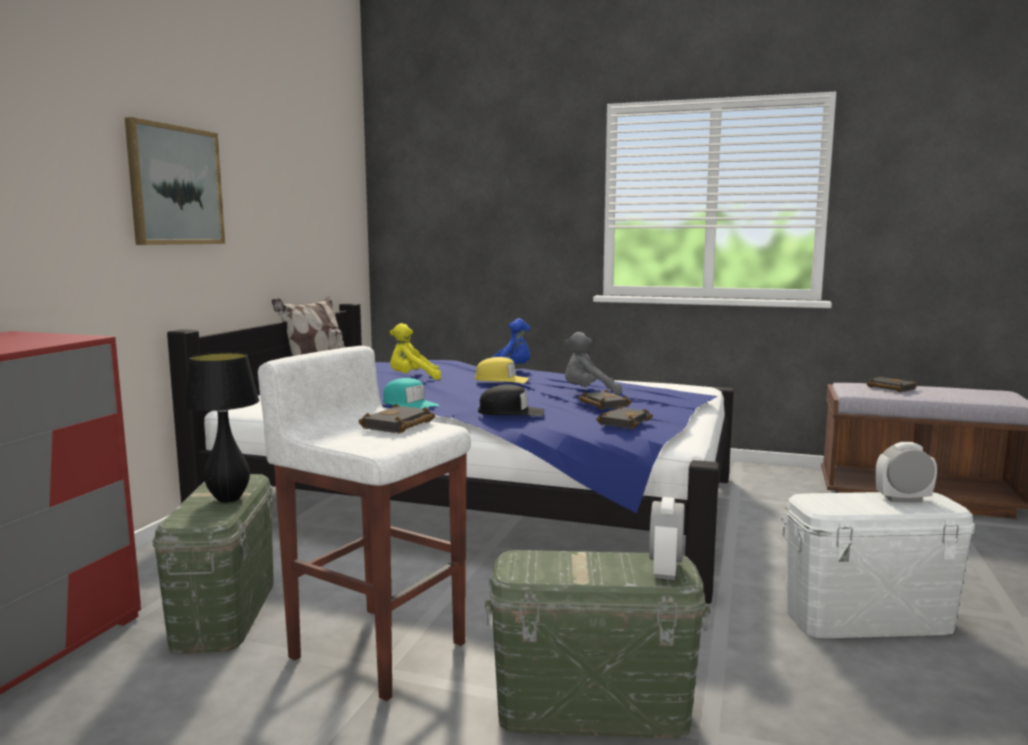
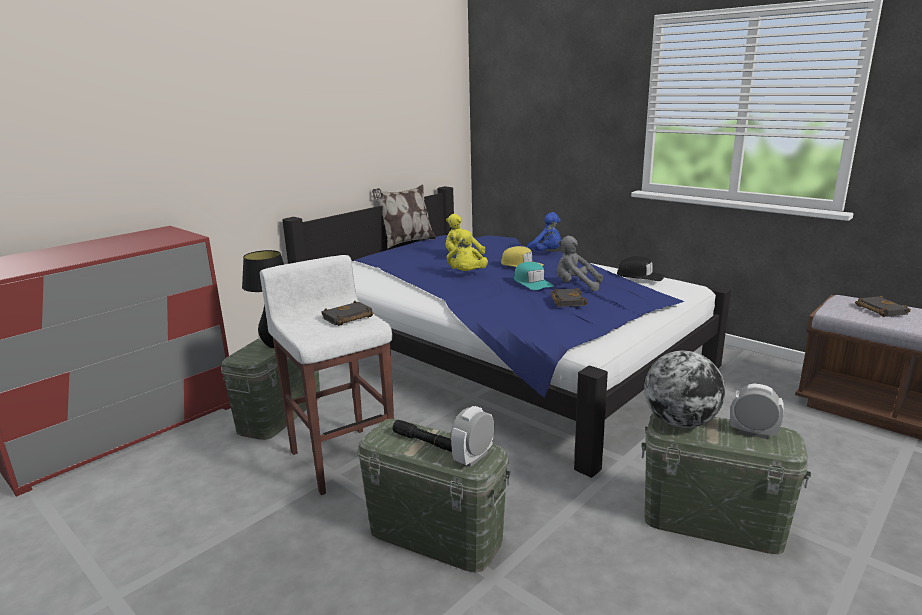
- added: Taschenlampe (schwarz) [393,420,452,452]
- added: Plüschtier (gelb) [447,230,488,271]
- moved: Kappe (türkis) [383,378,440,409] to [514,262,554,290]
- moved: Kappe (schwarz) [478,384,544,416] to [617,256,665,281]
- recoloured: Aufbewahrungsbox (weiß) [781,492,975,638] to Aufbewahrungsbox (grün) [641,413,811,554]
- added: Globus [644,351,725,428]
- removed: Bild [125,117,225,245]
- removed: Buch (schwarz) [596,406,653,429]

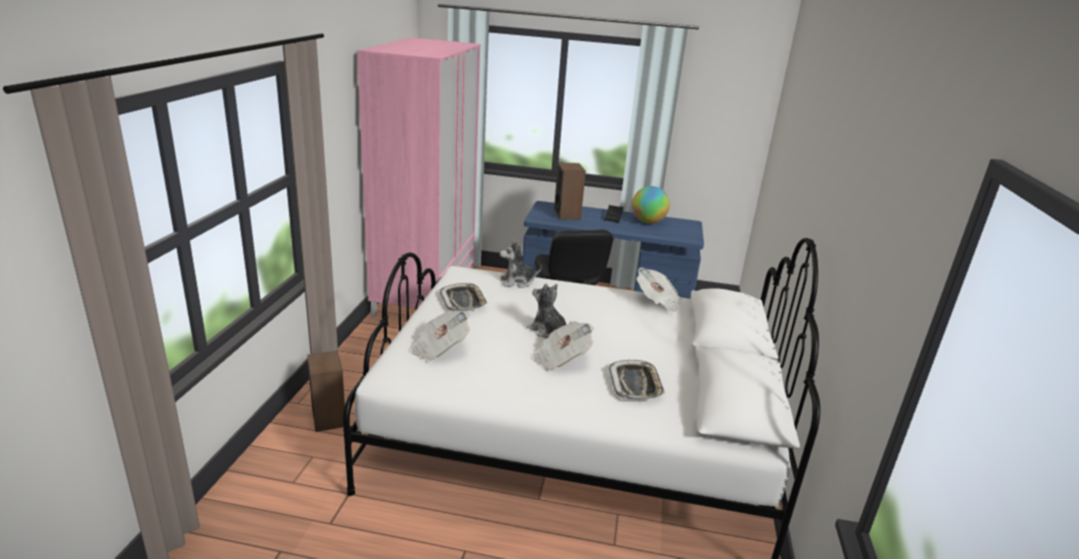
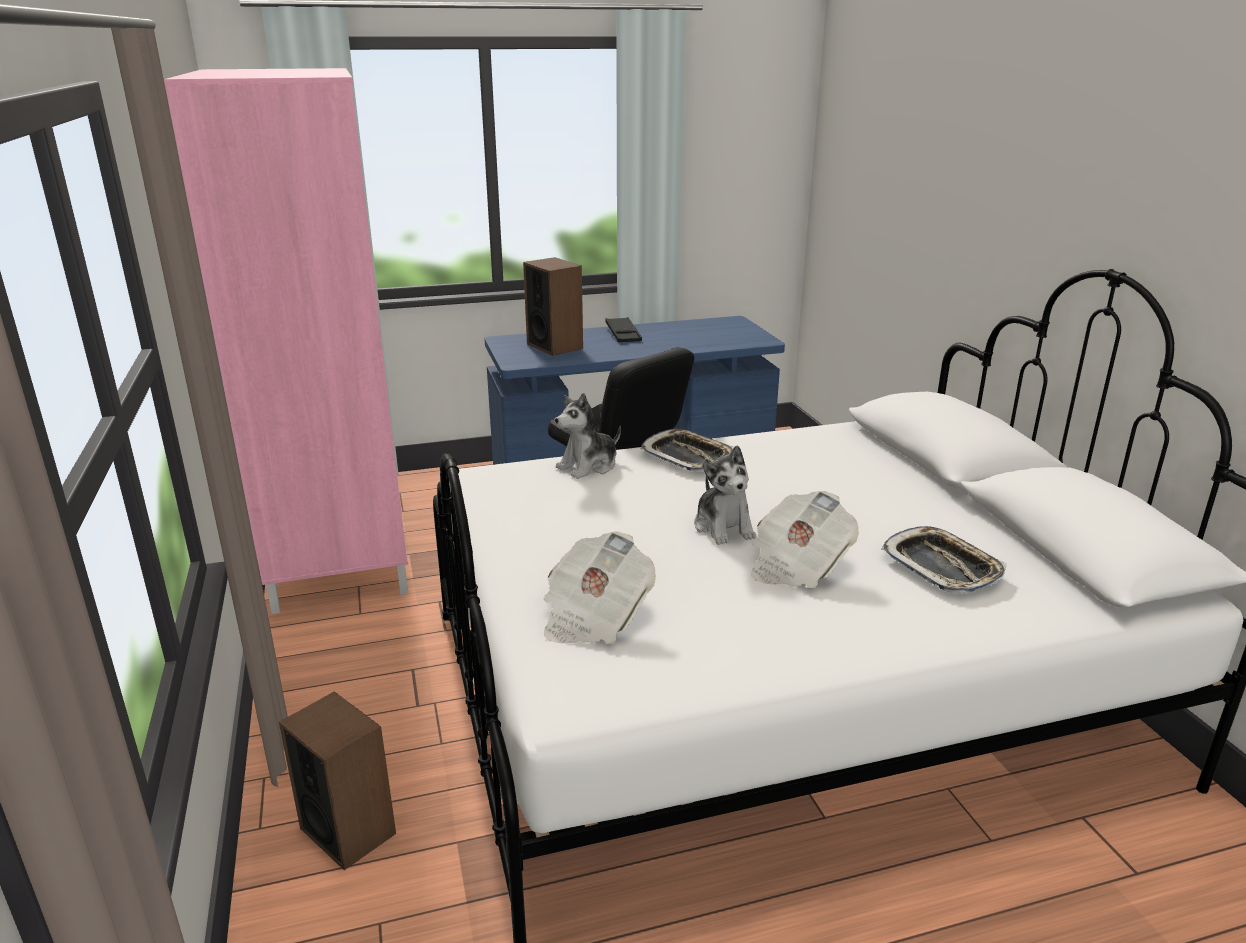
- moved: Tablett [440,283,488,312] to [640,429,734,472]
- turned: Plüschtier [527,283,571,338] = [694,445,756,545] 120 degrees counterclockwise
- removed: Globus [632,186,670,224]
- removed: Zeitung [636,267,681,312]

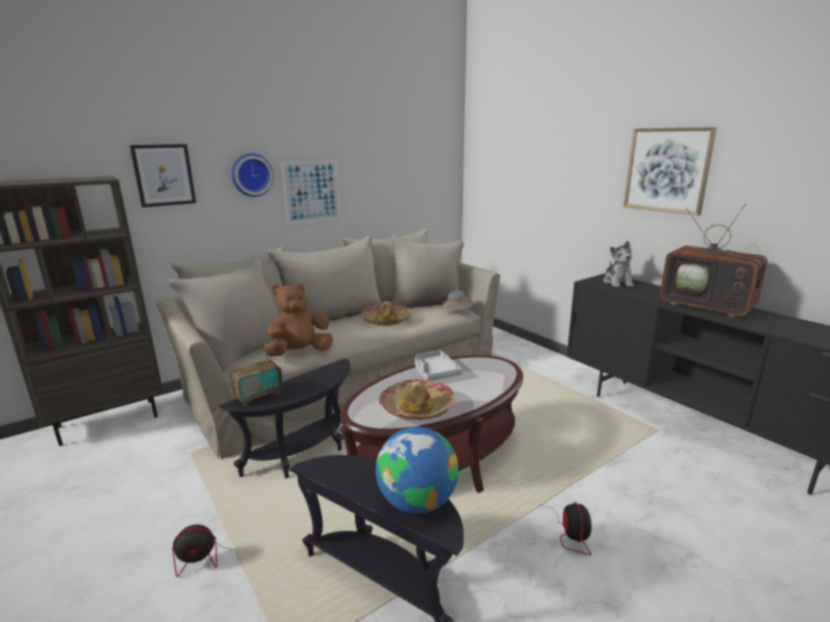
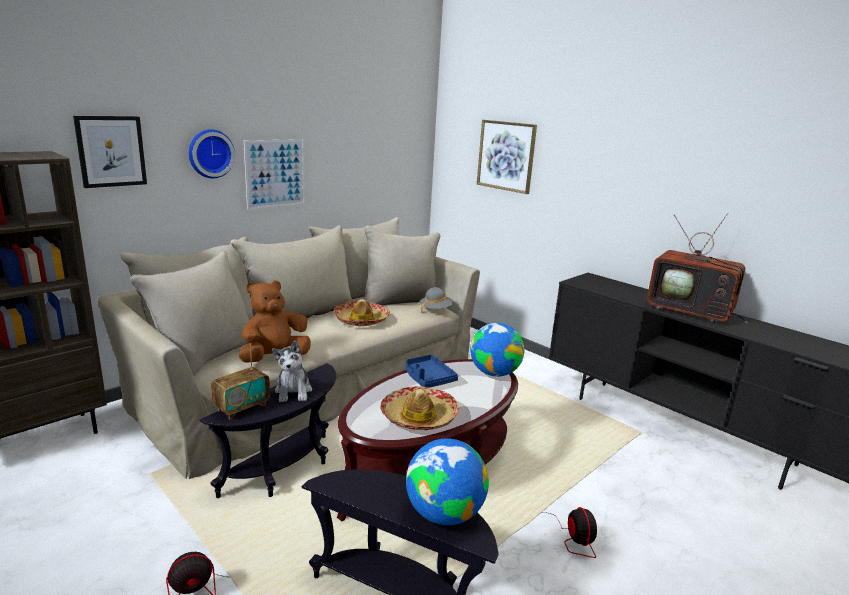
- moved: Plüschtier [603,241,634,287] to [272,341,312,402]
- recoloured: Tablett (grau) [415,350,462,381] to Tablett (blau) [406,354,458,387]
- added: Globus [470,323,524,377]
- moved: Bild [624,127,717,216] to [477,120,537,194]

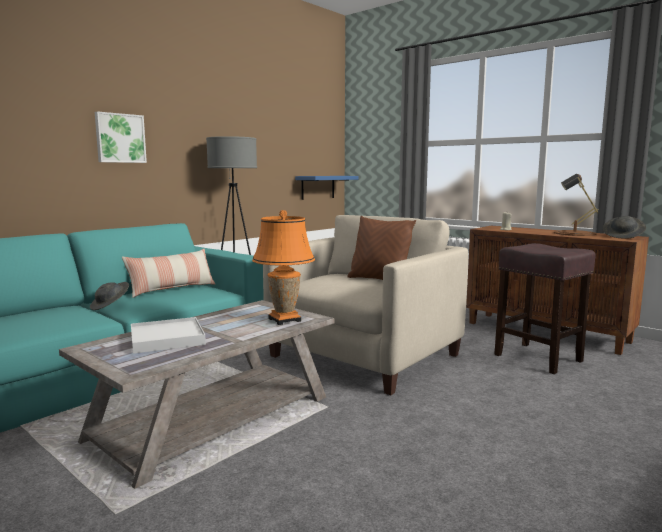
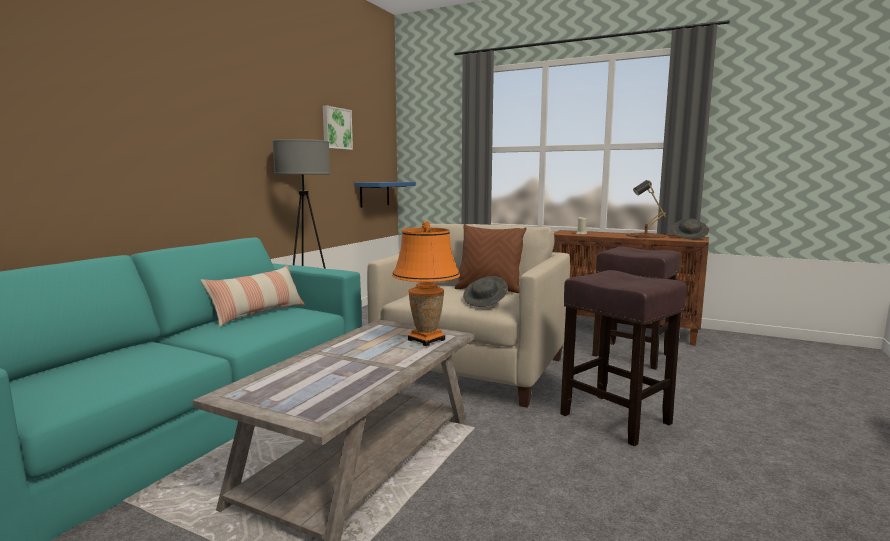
- moved: Bild [95,111,147,163] to [323,105,353,150]
- moved: Hut (grau) [90,282,129,310] to [463,276,508,307]
- added: Hocker (braun) [560,270,687,446]
- removed: Tablett (weiß) [131,317,206,354]

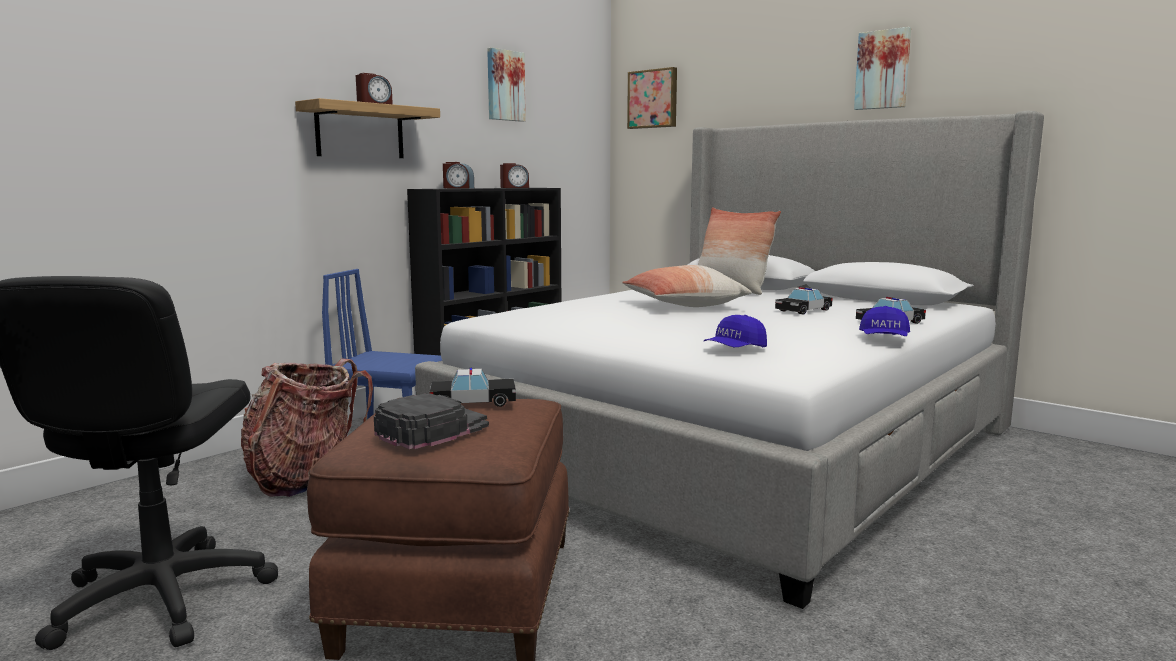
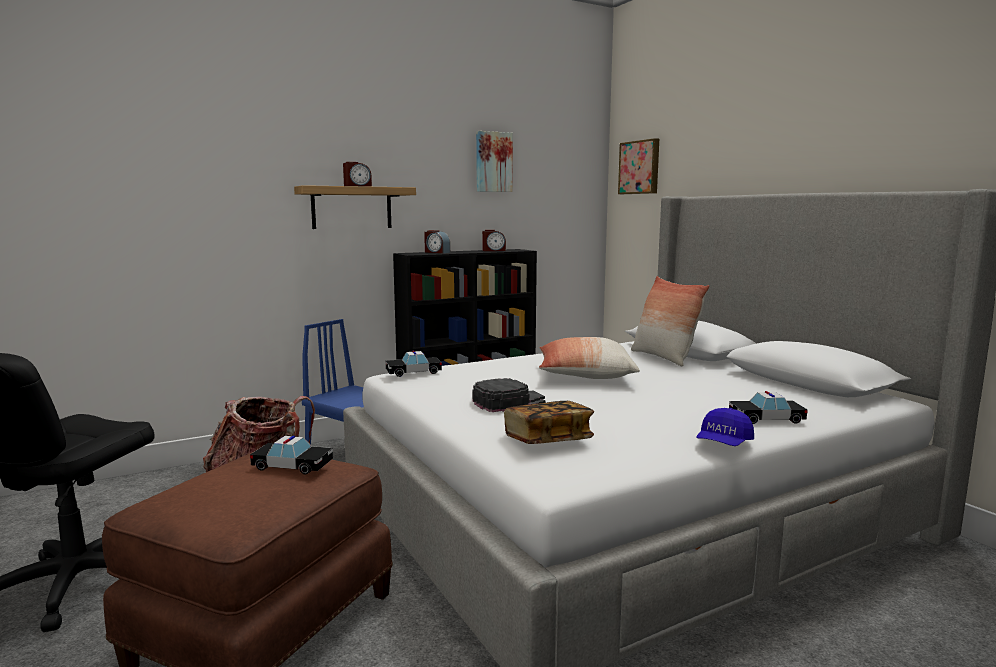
- moved: Spielzeugauto [775,287,833,314] to [386,350,442,377]
- moved: Kappe (schwarz) [374,393,489,449] to [472,378,545,412]
- replaced: Kappe (blau) [704,315,767,347] to Buch [504,401,594,444]
- removed: Bild [854,27,911,110]

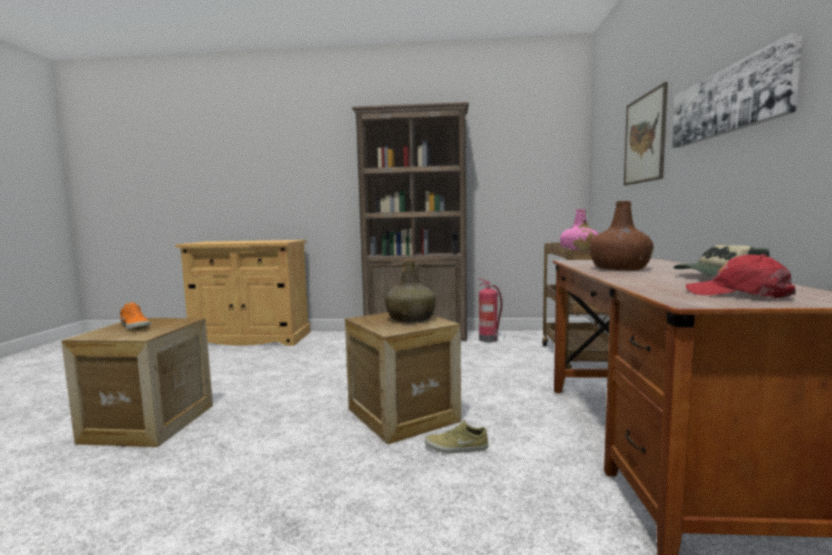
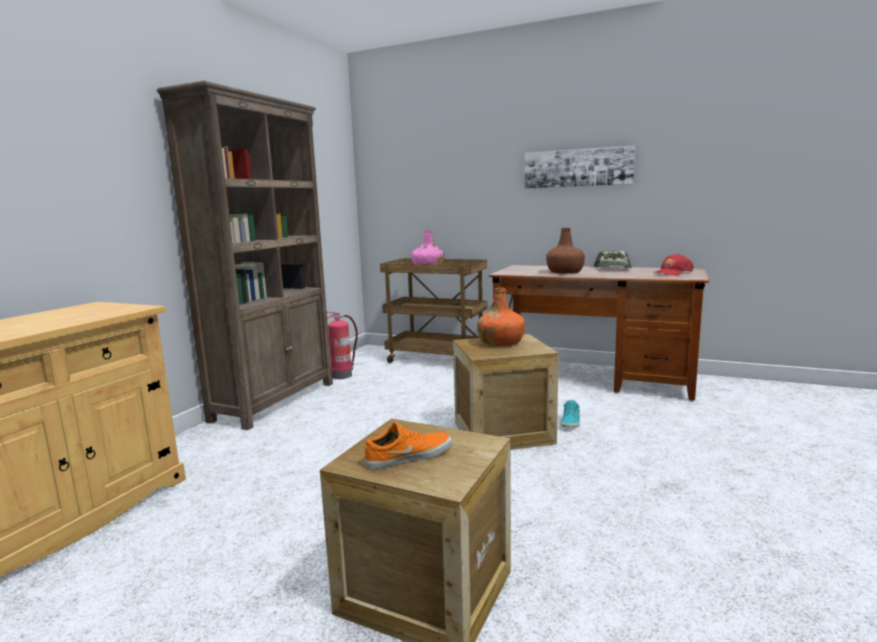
- recoloured: Flasche (grün) [385,260,436,322] to Flasche (orange) [477,288,525,346]
- recoloured: Schuh (beige) [425,420,488,453] to Schuh (türkis) [560,400,580,428]
- removed: Bild [624,82,668,186]

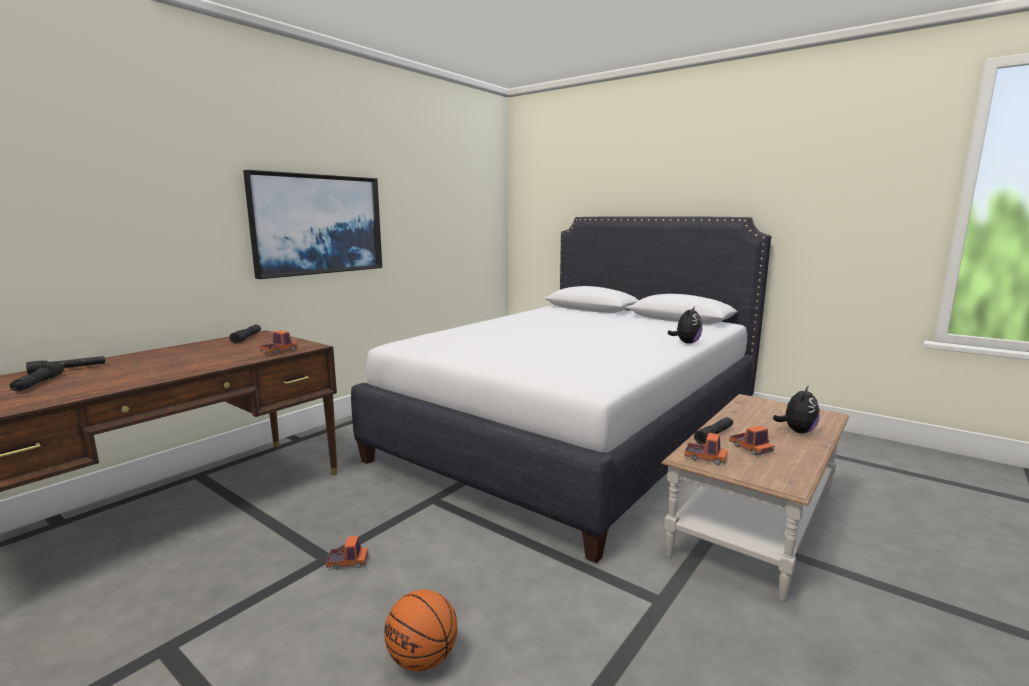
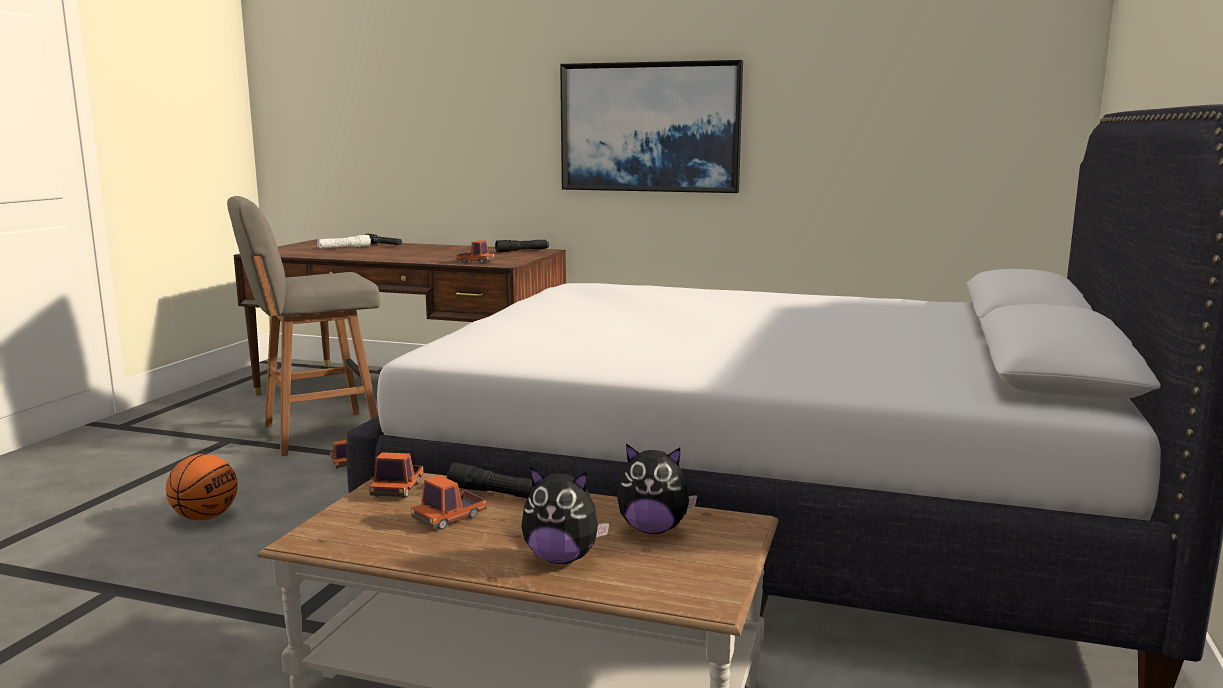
- added: Hocker (grau) [227,196,380,456]
- recoloured: Taschenlampe (schwarz) [10,361,64,392] to Taschenlampe (weiß) [317,235,371,249]
- moved: Plüschtier [668,306,702,344] to [617,443,697,534]

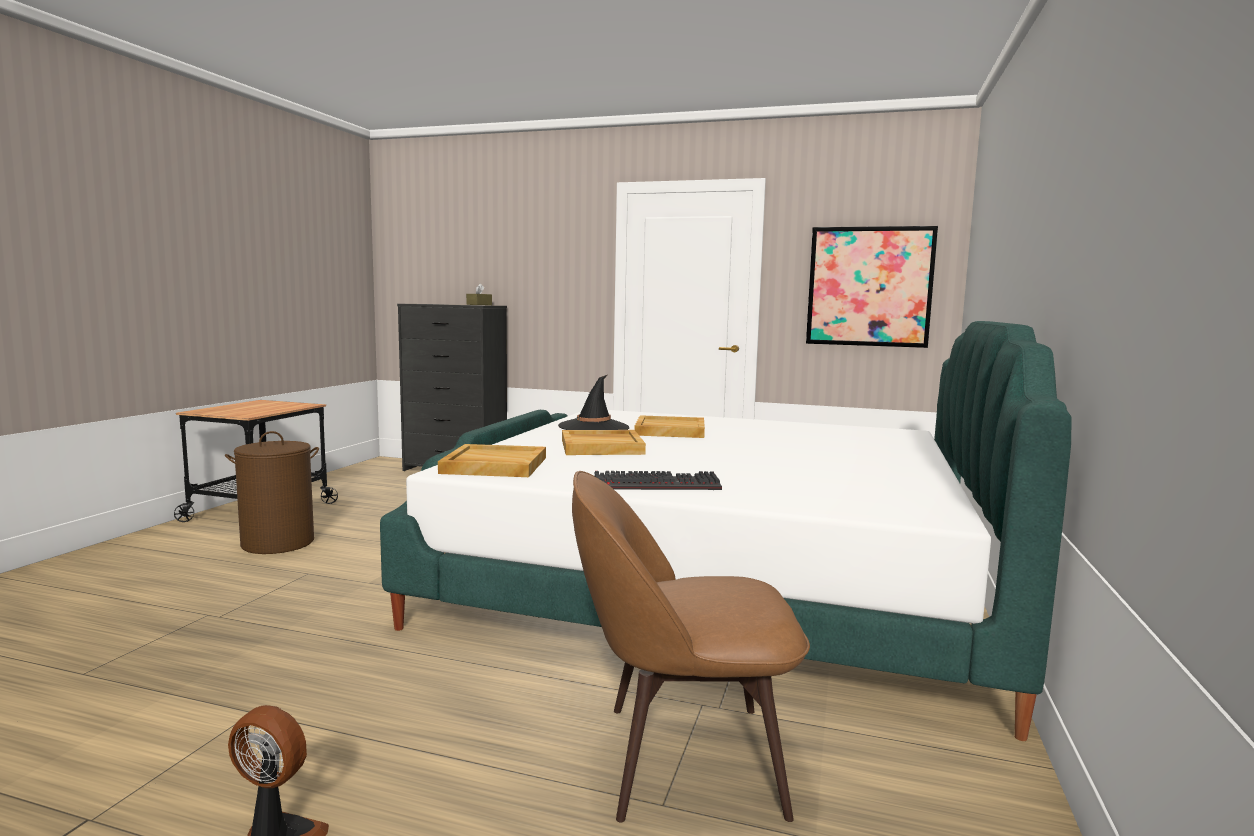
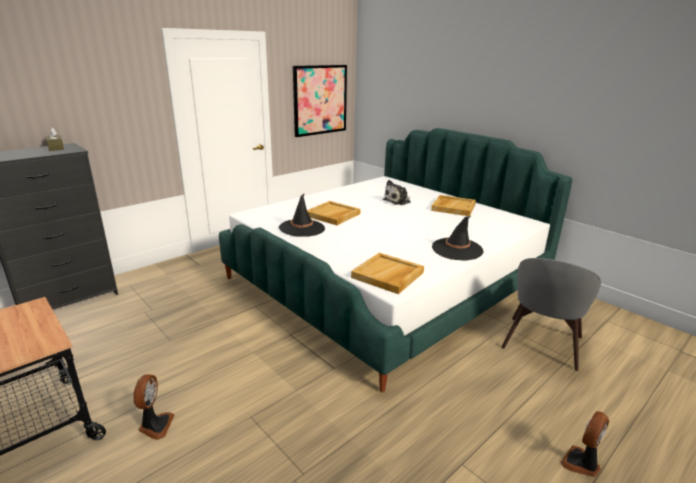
- replaced: Wäschekorb (braun) [225,431,319,554] to Ventilator [133,374,174,440]
- added: Plüschtier [383,180,411,205]
- moved: Tablett (beige) [562,430,646,455] to [431,195,476,216]
- replaced: Tastatur [594,471,722,490] to Hut (schwarz) [432,216,484,260]
- recoloured: Stuhl (braun) [572,471,810,823] to Stuhl (grau) [501,258,601,371]

